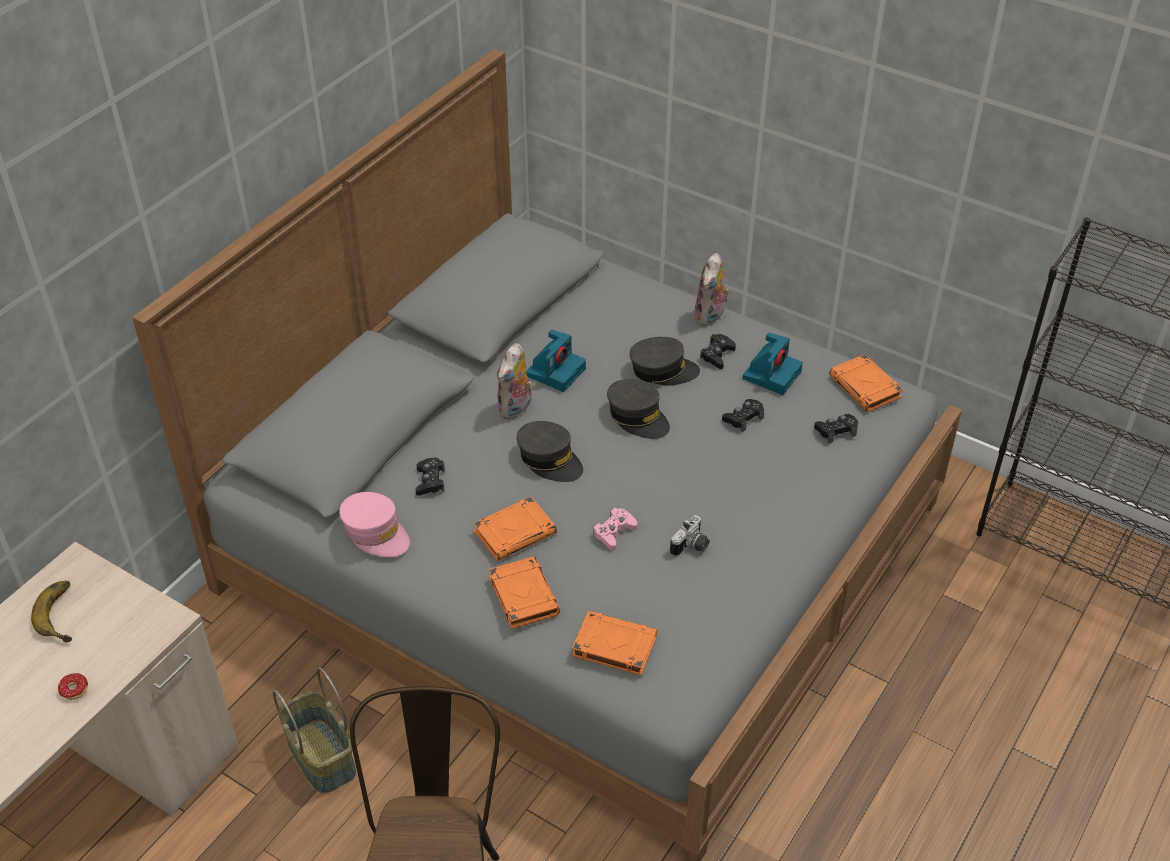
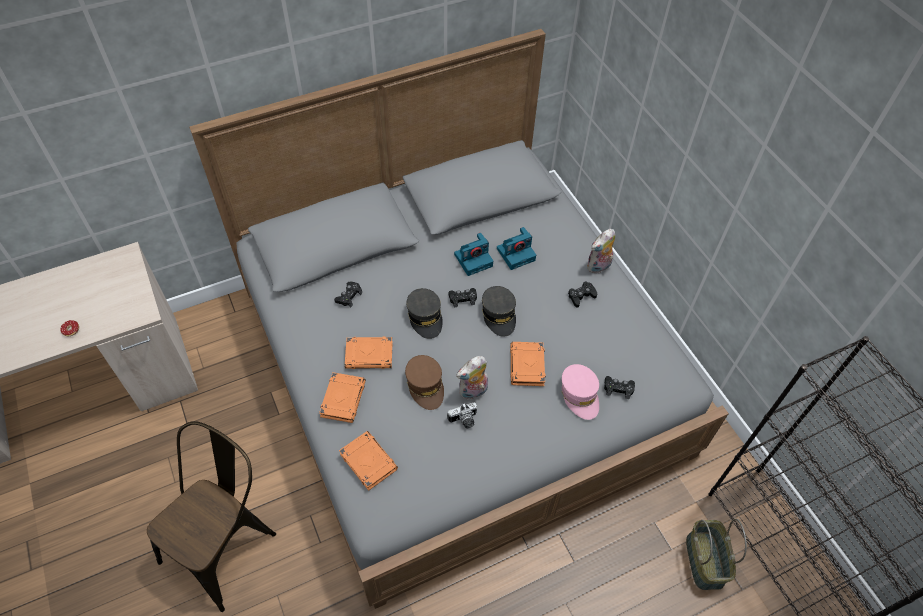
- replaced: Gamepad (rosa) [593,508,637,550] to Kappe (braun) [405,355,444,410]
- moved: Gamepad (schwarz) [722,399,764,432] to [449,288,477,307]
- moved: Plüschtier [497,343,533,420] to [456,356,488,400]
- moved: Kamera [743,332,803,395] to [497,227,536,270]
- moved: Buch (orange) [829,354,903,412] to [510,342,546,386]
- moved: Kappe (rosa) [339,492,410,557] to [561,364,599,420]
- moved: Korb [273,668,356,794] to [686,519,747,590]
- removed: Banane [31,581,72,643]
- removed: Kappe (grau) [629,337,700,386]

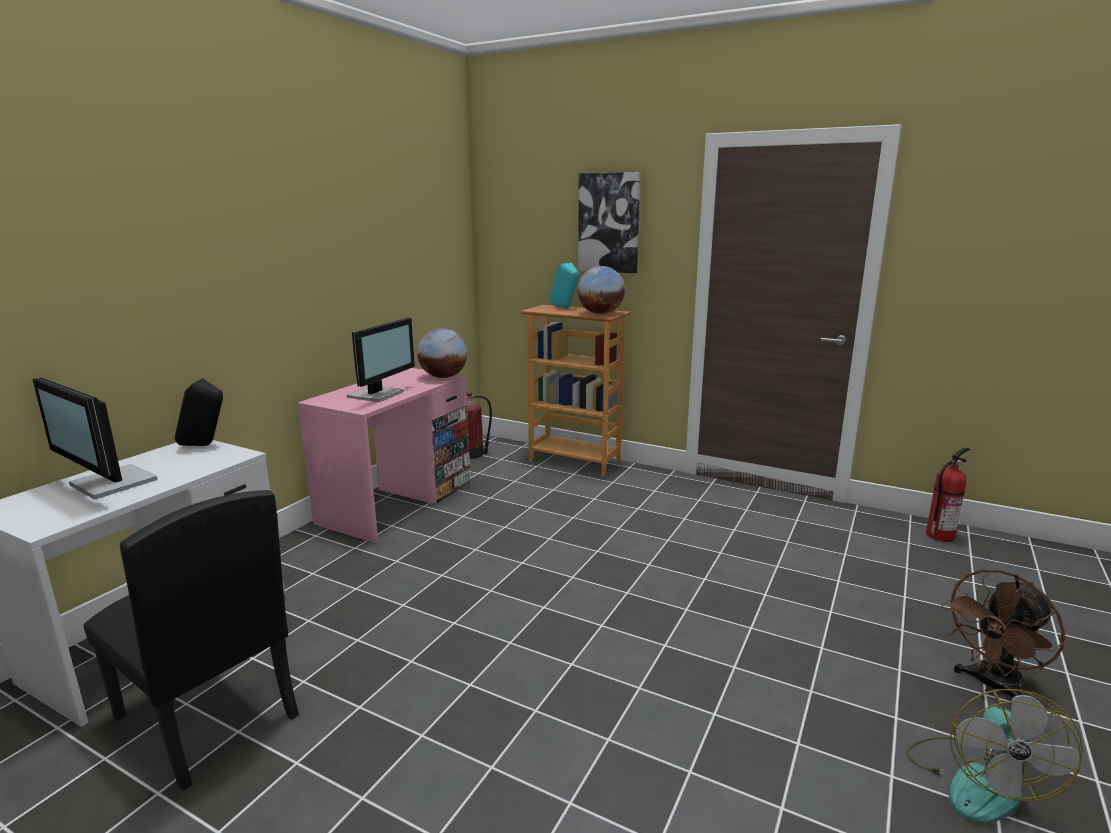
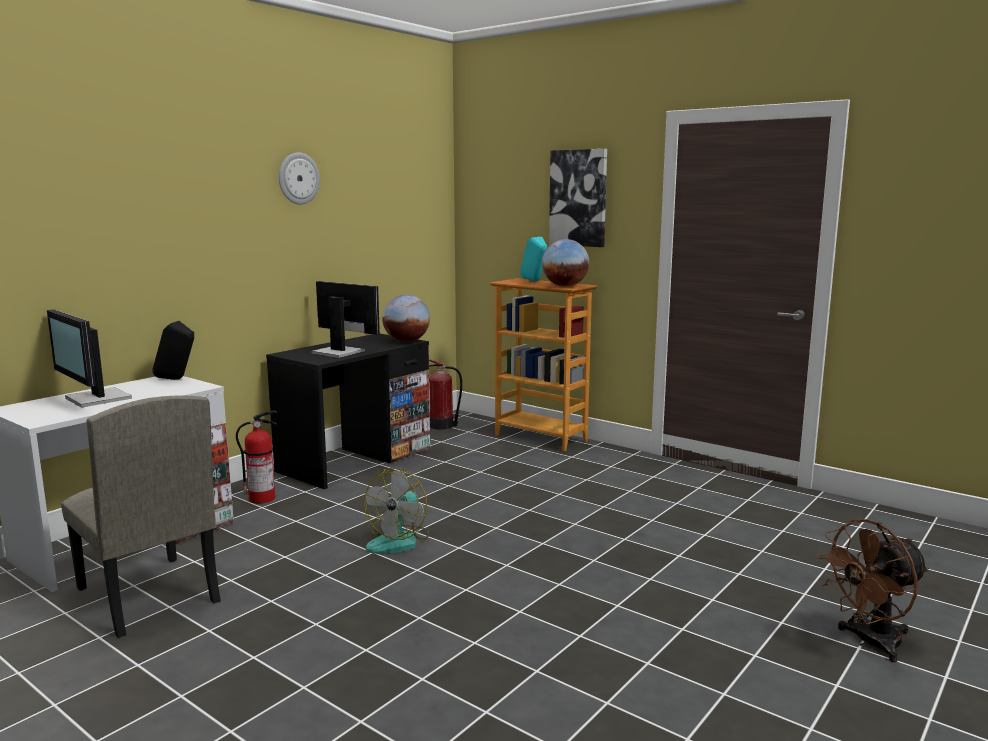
- recoloured: Stuhl (schwarz) [83,490,299,791] to Stuhl (beige) [61,395,221,638]
- moved: Feuerlöscher [926,447,970,542] to [236,410,277,504]
- recoloured: Schreibtisch (rosa) [298,368,471,543] to Schreibtisch (schwarz) [266,334,430,489]
- added: Wanduhr [279,152,320,205]
- turned: Monitor [347,318,415,402] = [311,281,380,358] 90 degrees counterclockwise
- moved: Ventilator [906,689,1083,823] to [364,467,429,554]

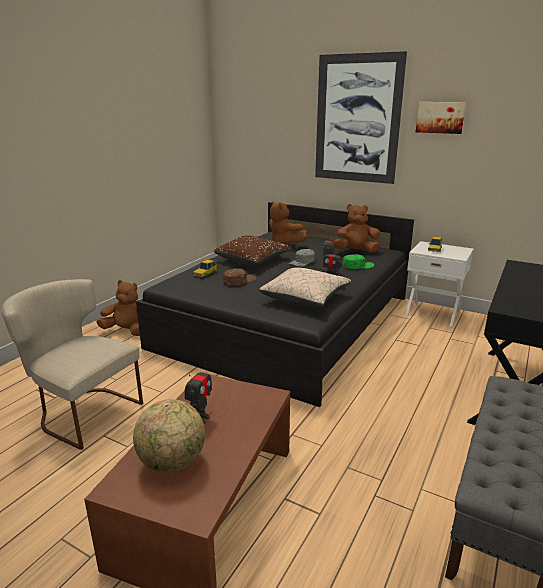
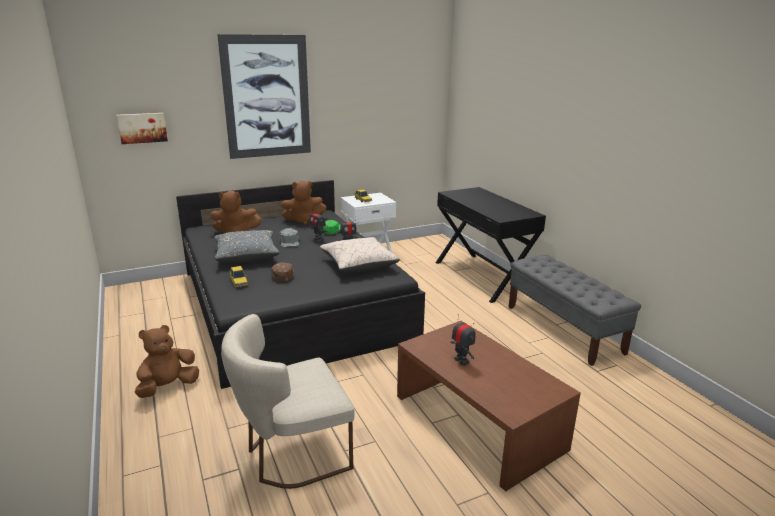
- moved: Bild [416,102,466,134] to [117,113,168,144]
- recoloured: Kissen (braun) [214,235,291,265] to Kissen (grau) [214,230,280,262]
- turned: Plüschtier (braun) [333,204,380,253] = [281,181,326,225] 135 degrees counterclockwise
- removed: Globus [133,399,205,473]

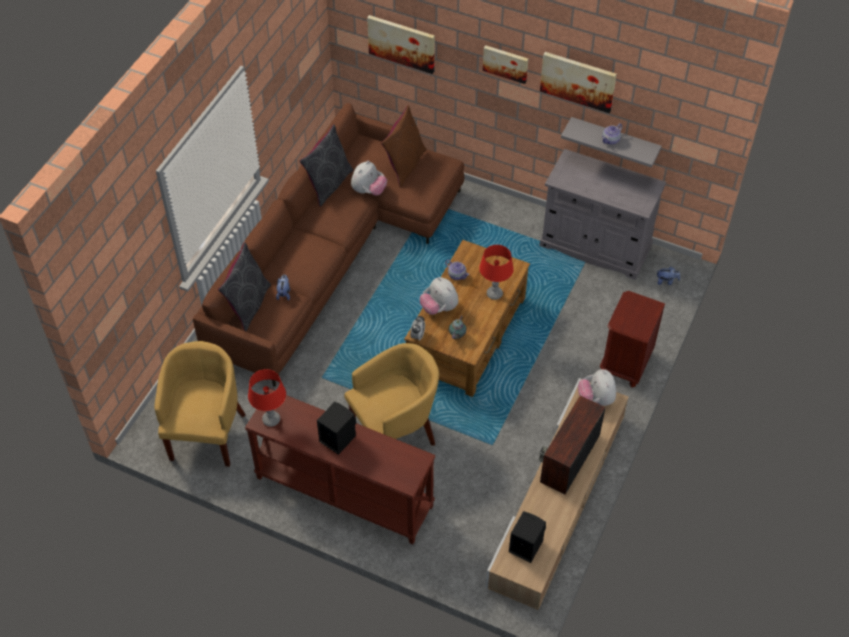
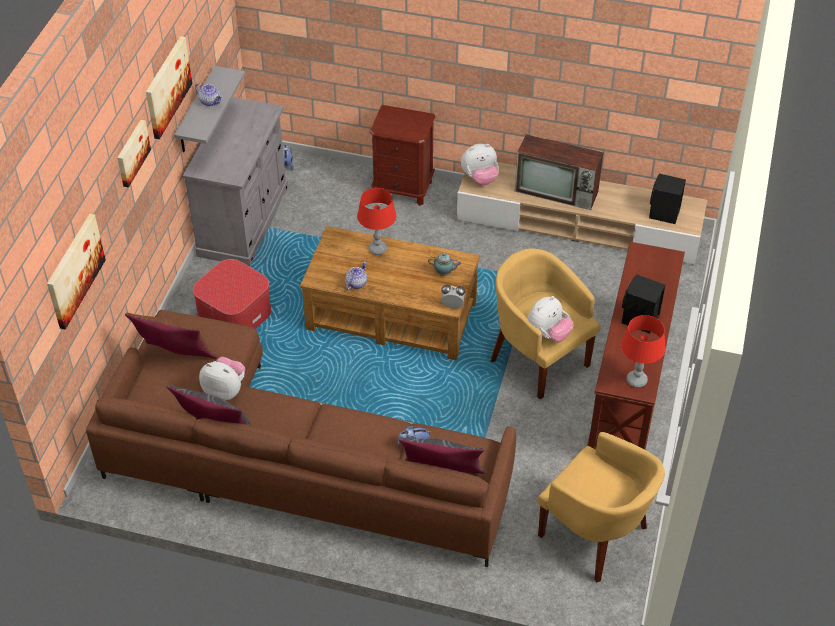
- added: Polsterhocker [193,259,271,329]
- moved: Plüschtier [420,277,459,315] to [527,296,574,342]
- turned: Sessel (gelb) [154,341,246,467] = [537,432,665,583] 135 degrees counterclockwise

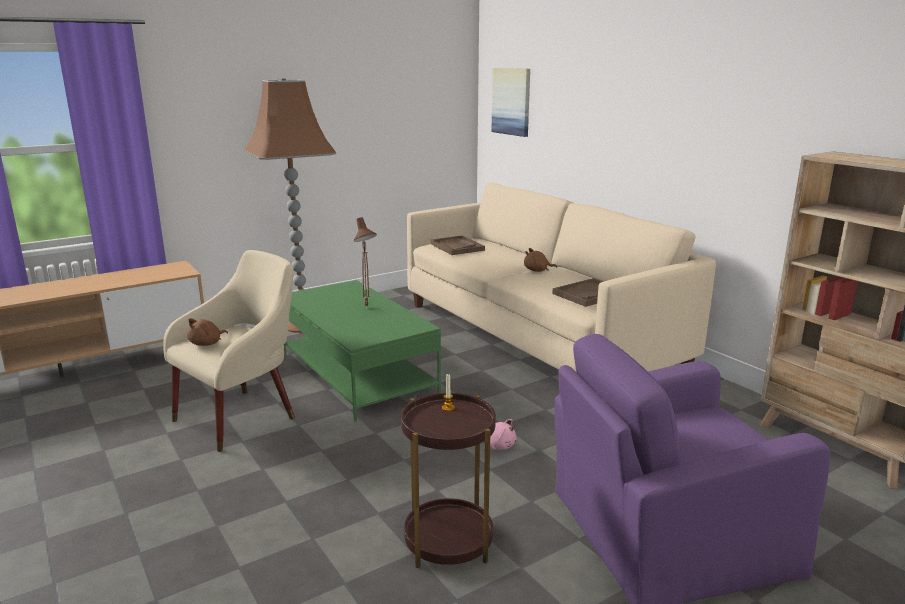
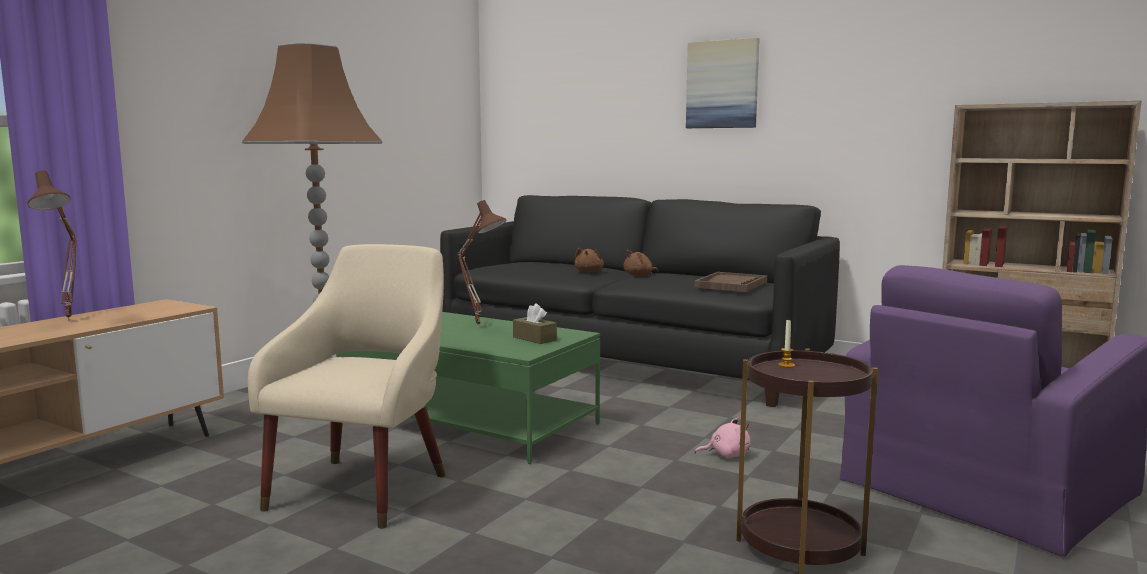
- added: Tischlampe (braun) [28,171,78,321]
- recoloured: Sofa (beige) [407,183,716,372] to Sofa (schwarz) [440,195,840,407]
- added: Taschentuchbox (braun) [513,303,557,344]
- moved: Plüschtier (braun) [187,318,228,346] to [575,248,604,273]
- moved: Bild [492,68,530,137] to [686,38,759,128]
- removed: Tablett (braun) [431,235,485,255]

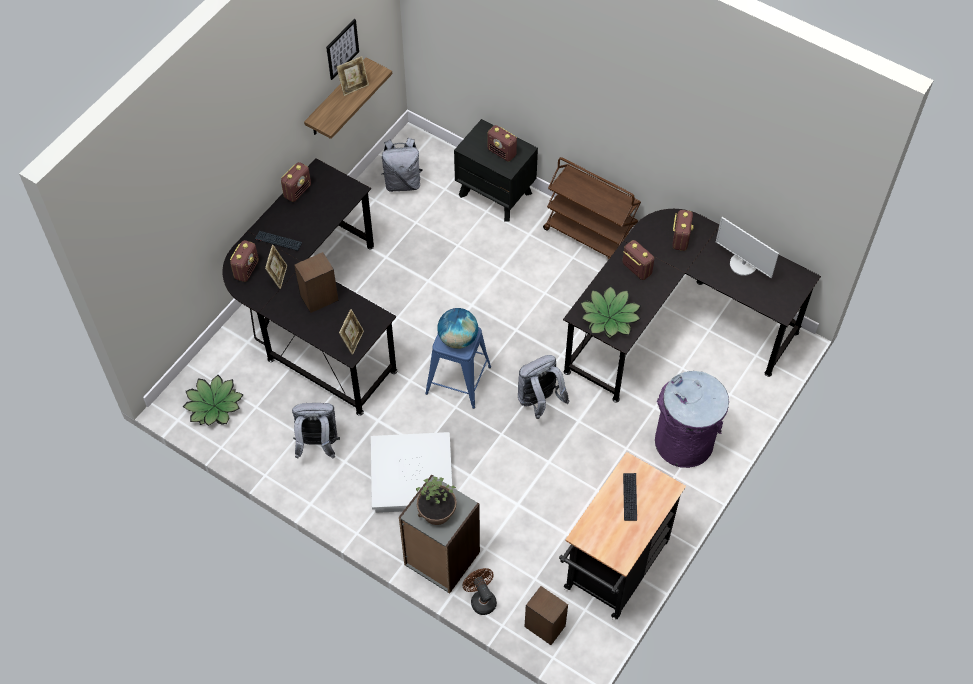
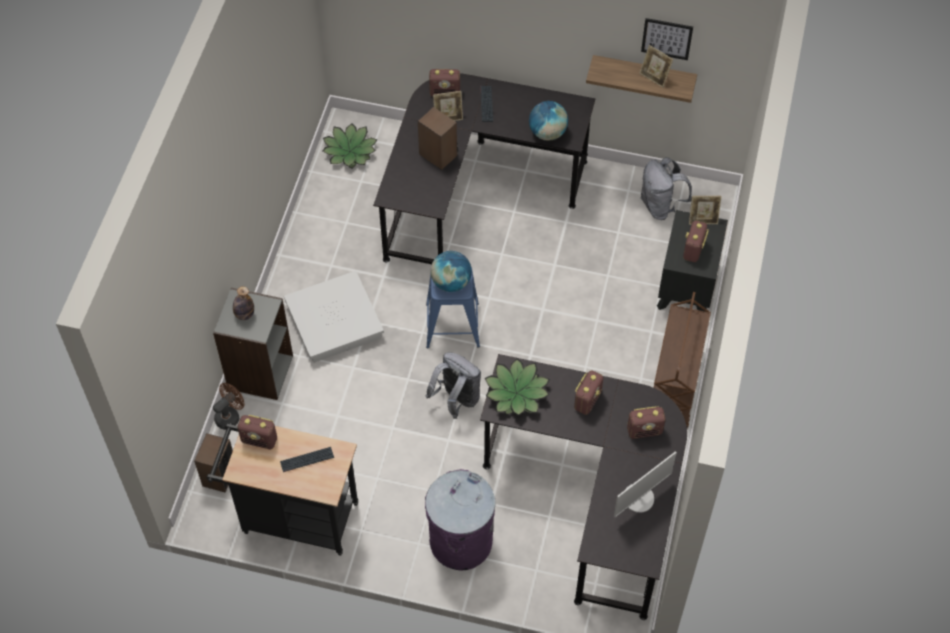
- replaced: Topfpflanze [416,477,457,525] to Flasche [233,286,254,320]
- moved: Radio [281,162,311,202] to [237,415,277,449]
- added: Globus [529,101,568,141]
- turned: Monitor [716,217,779,278] = [614,451,677,517] 150 degrees counterclockwise
- moved: Bilderrahmen [339,309,364,355] to [689,196,722,225]
- removed: Rucksack (grau) [292,403,340,459]

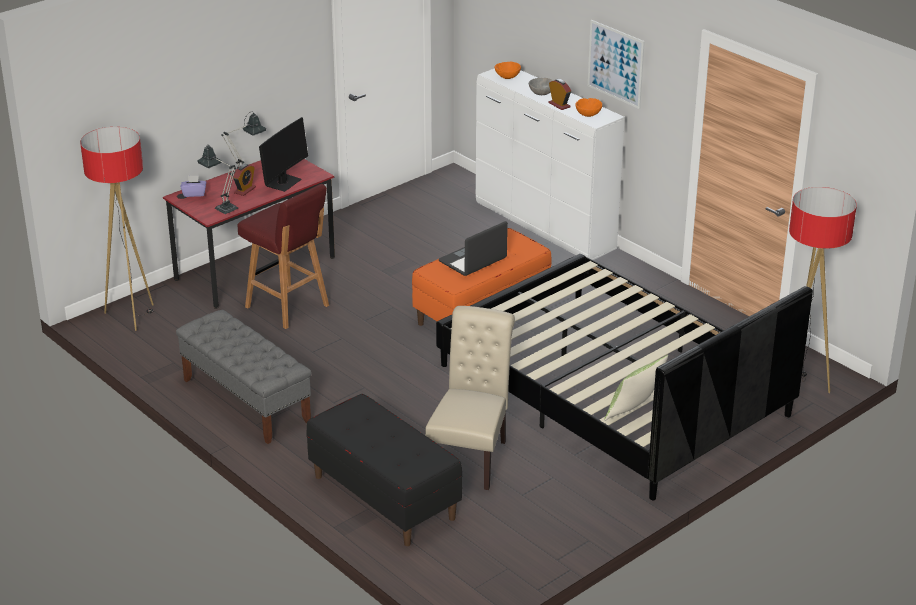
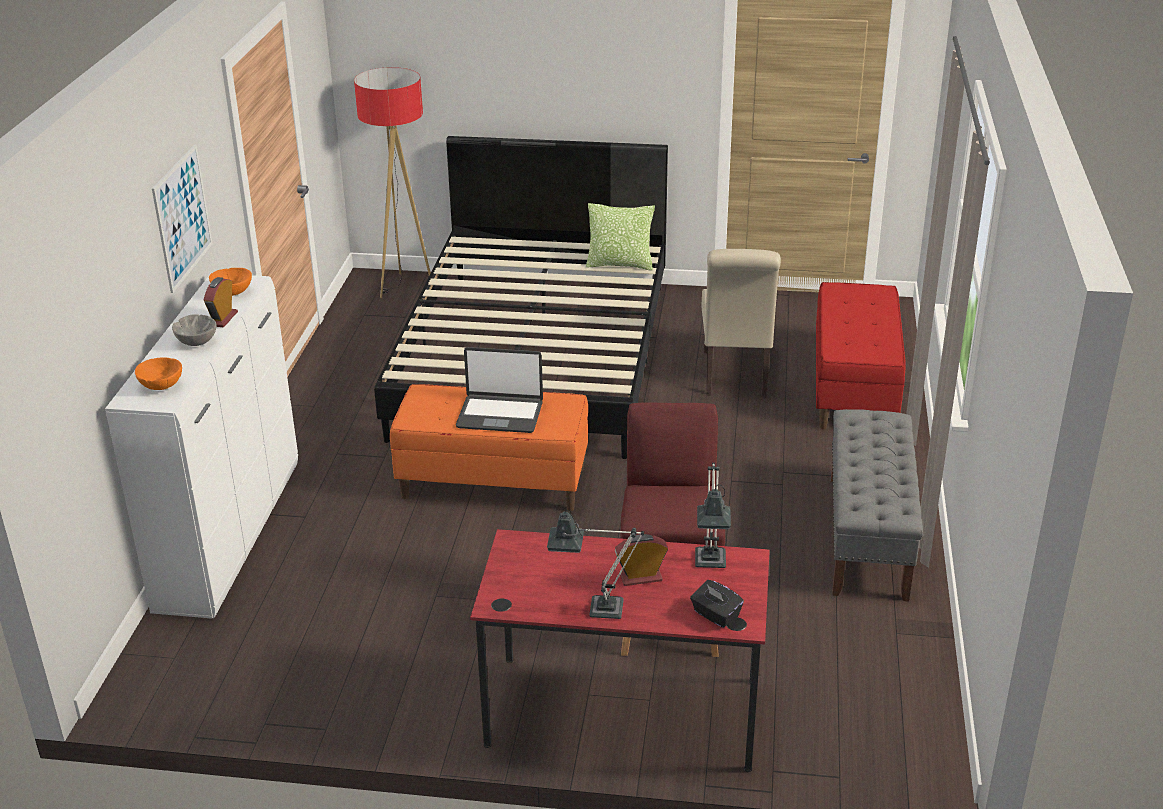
- recoloured: Taschentuchbox (lila) [180,175,206,197] to Taschentuchbox (schwarz) [690,580,744,628]
- turned: Stuhl (beige) [425,306,515,490] = [701,249,781,398] 60 degrees counterclockwise
- recoloured: Bank (schwarz) [306,394,462,546] to Bank (rot) [816,282,906,430]
- removed: Stehlampe [80,127,154,331]
- removed: Monitor [259,117,308,192]

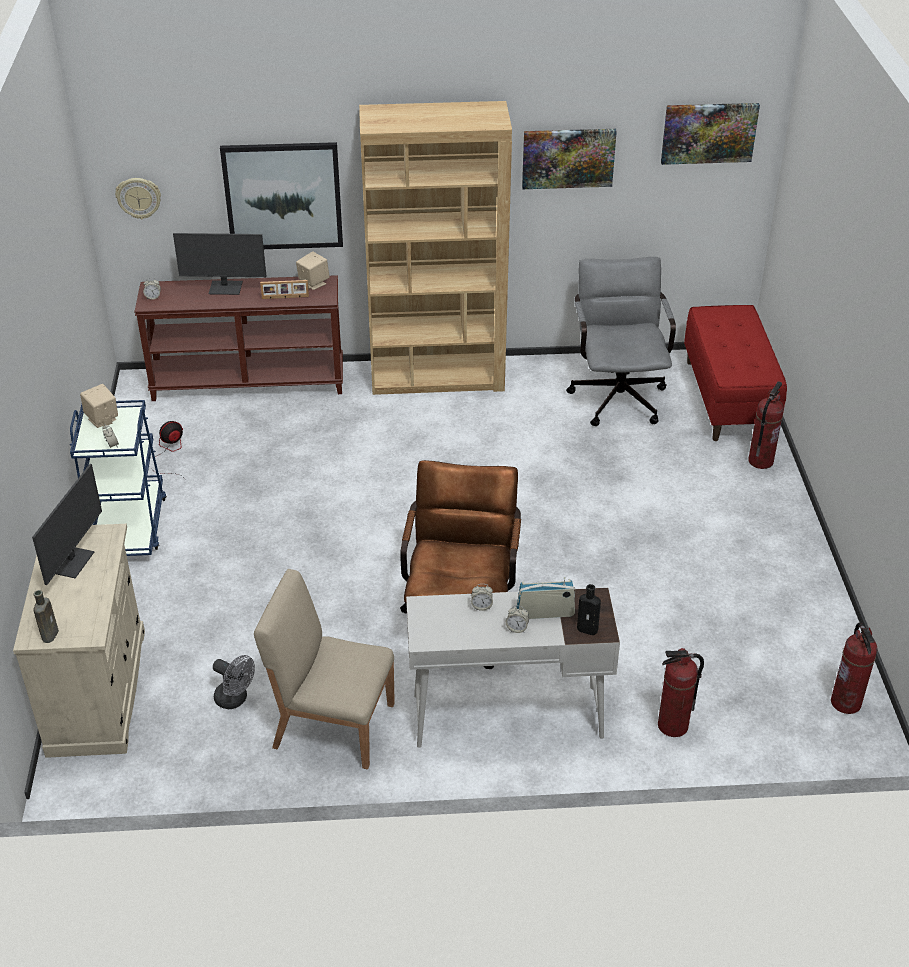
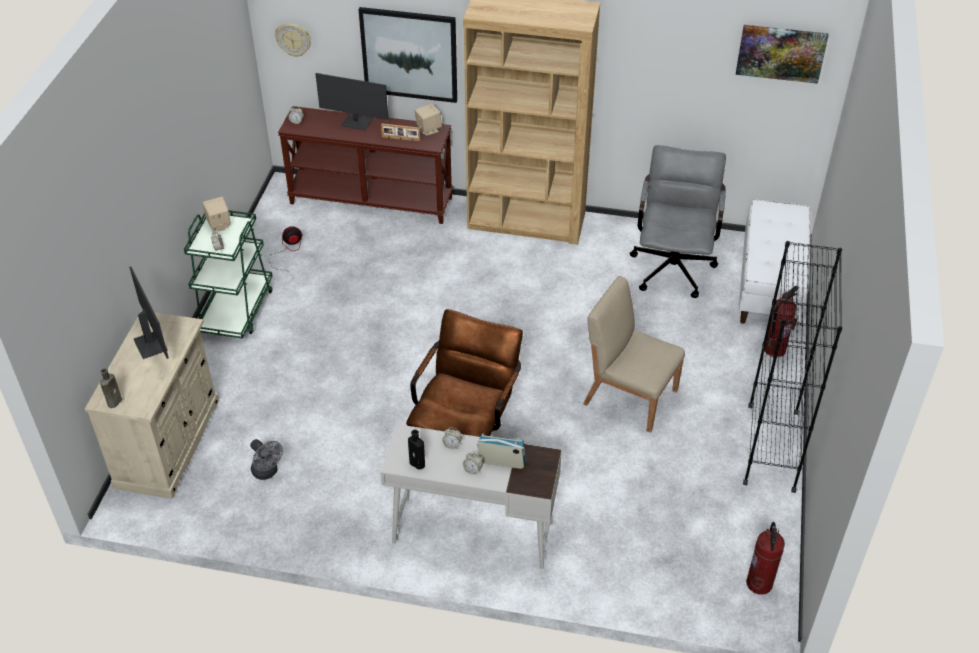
- turned: Monitor [32,464,102,585] = [129,267,169,359] 60 degrees counterclockwise
- recoloured: Rollwagen (blau) [70,400,167,556] to Rollwagen (grün) [184,210,273,339]
- moved: Flasche (schwarz) [577,584,601,635] to [408,430,425,470]
- moved: Stuhl (beige) [254,569,394,769] to [583,276,685,433]
- recoloured: Bank (rot) [684,305,787,441] to Bank (weiß) [739,199,811,330]
- added: Bücherregal (schwarz) [743,241,842,493]
- removed: Bild [522,129,617,189]
- removed: Feuerlöscher [658,648,704,737]

